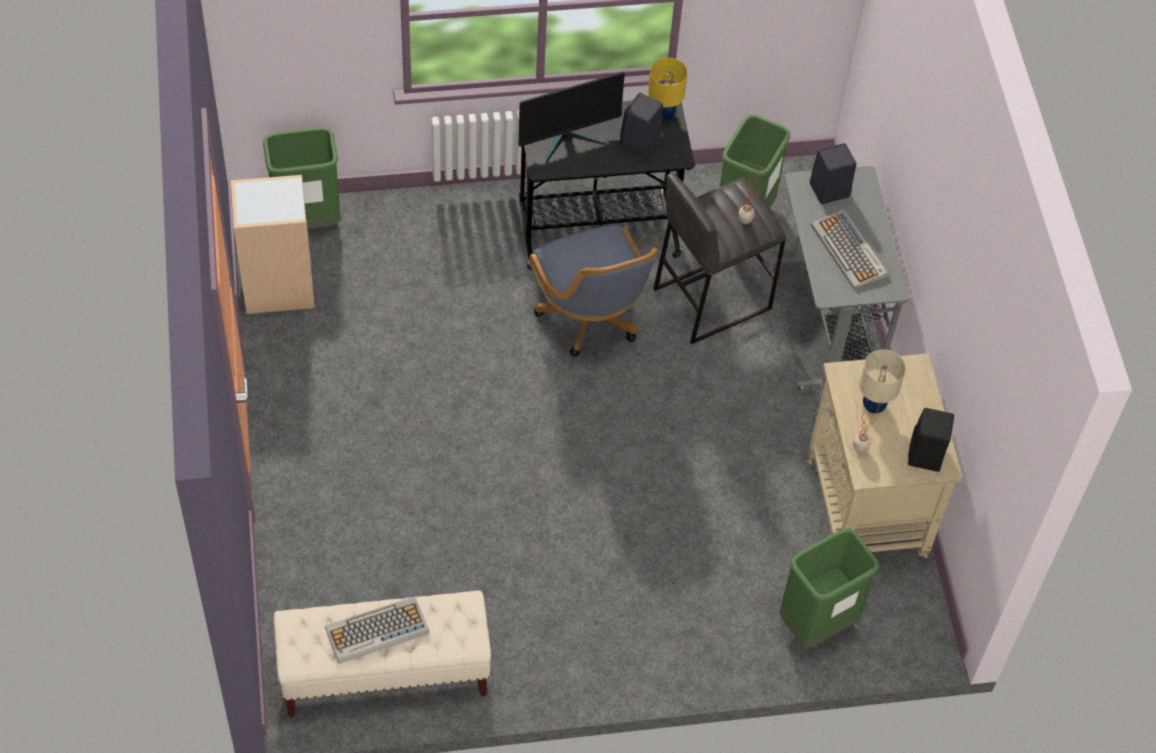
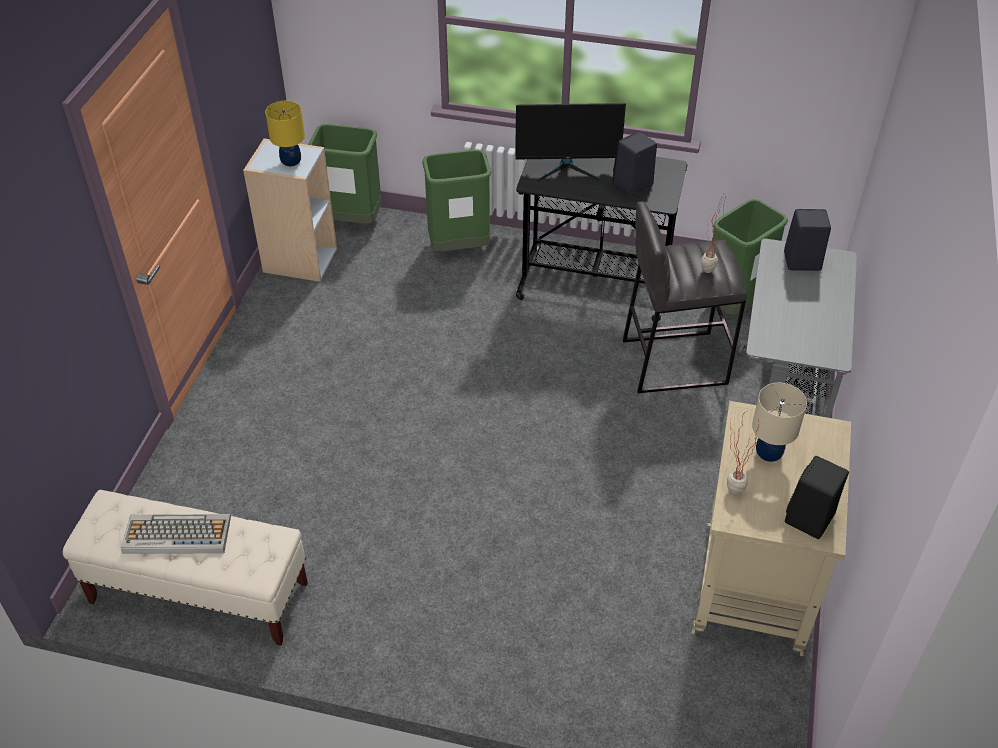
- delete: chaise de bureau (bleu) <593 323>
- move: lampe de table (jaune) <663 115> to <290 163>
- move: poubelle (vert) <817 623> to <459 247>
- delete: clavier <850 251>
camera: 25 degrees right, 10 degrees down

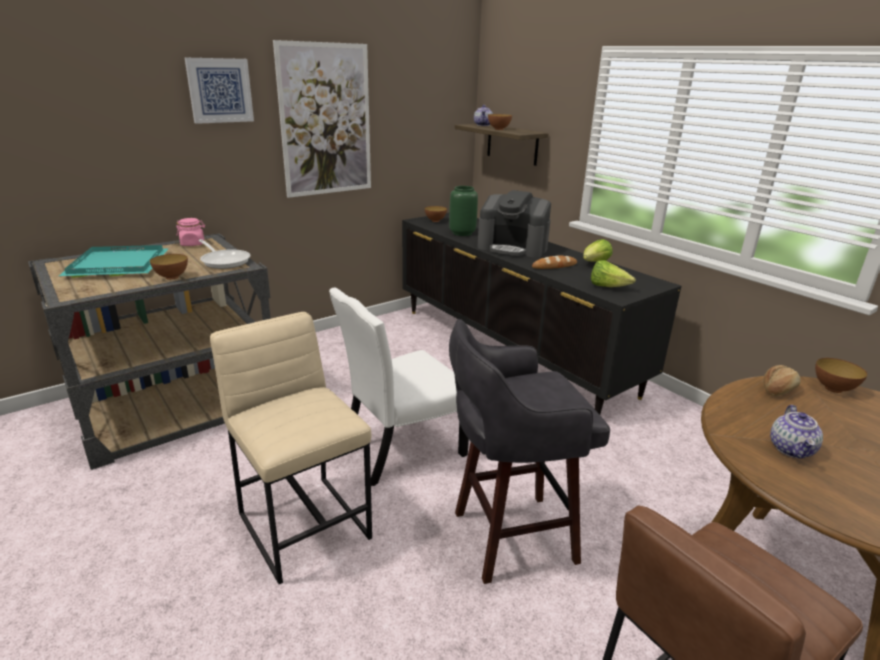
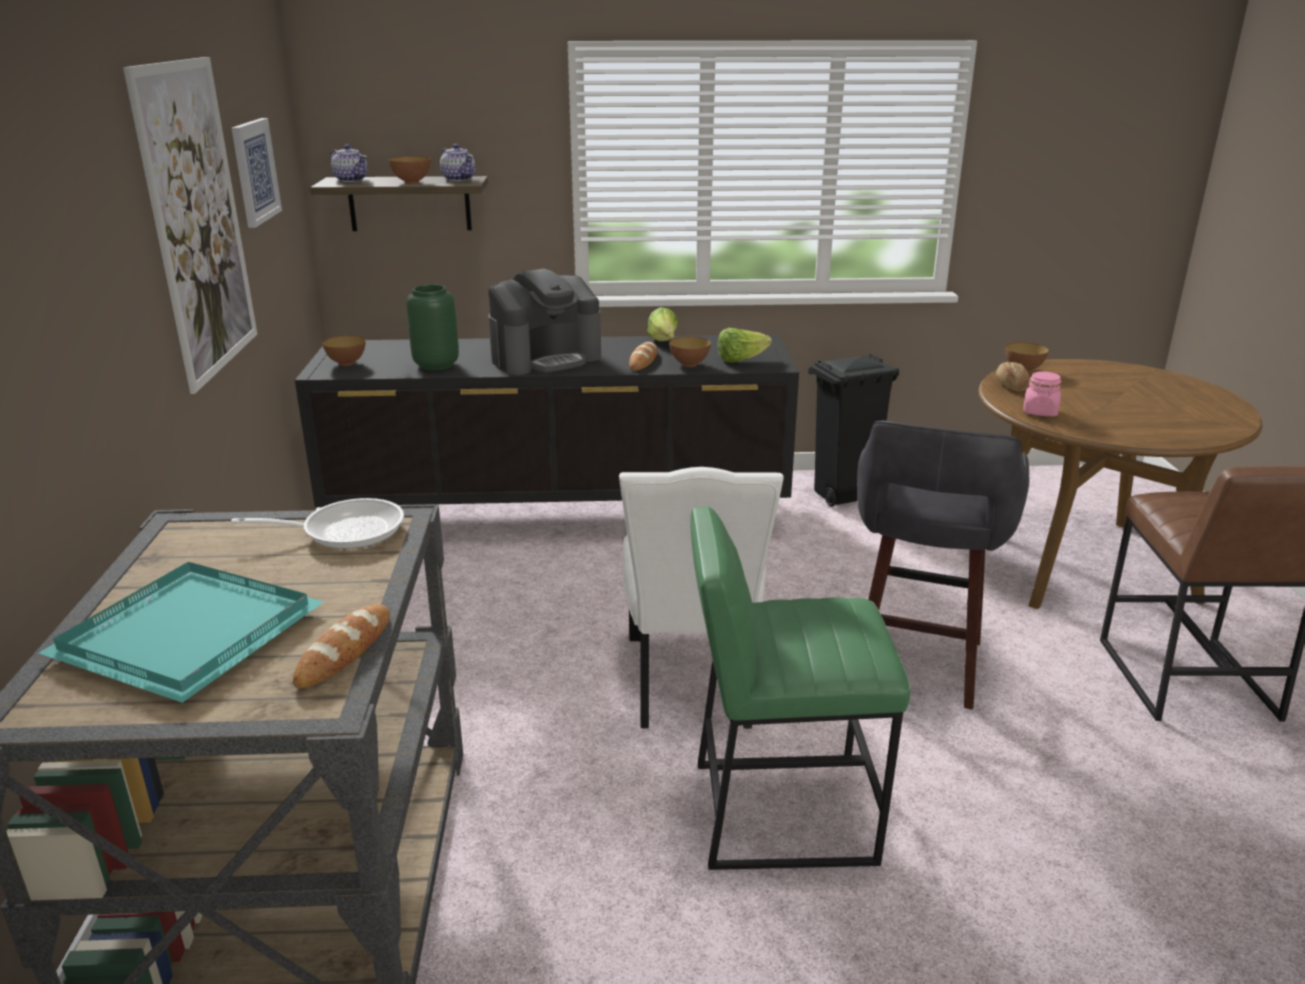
- move: bol <172 277> to <689 364>
- move: bocal (rose) <193 244> to <1039 412>
- move: tableau <220 90> to <254 171>
- recolor: chaise (beige) <303 524> to chaise (vert) <779 812>
- move: théière <792 449> to <459 179>
- insert: pain <344 651>
- insert: poubelle (noir) <842 496>
camera: 55 degrees left, 0 degrees up

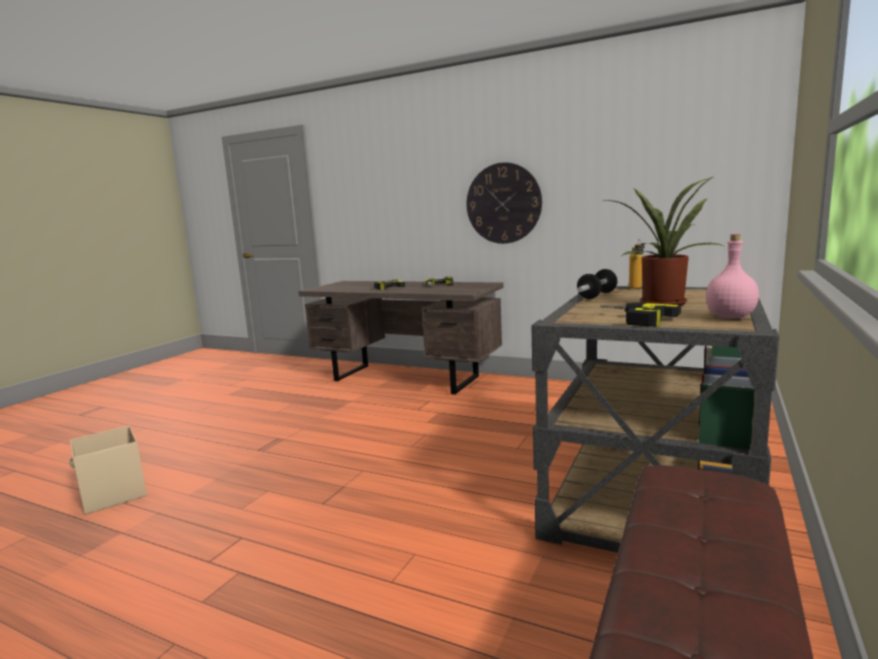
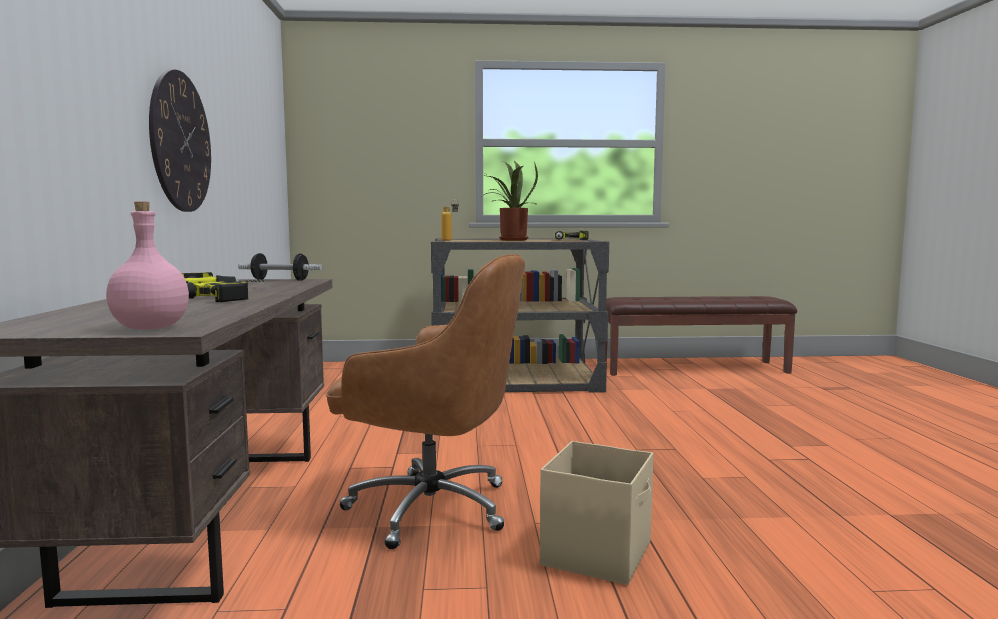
- move: boîte de rangement (beige) <113 495> to <598 553>
- move: haltère <597 295> to <280 280>
- move: bouteille (rose) <730 317> to <150 328>
- insert: chaise de bureau (marron) <430 509>
camera: 120 degrees left, 5 degrees down

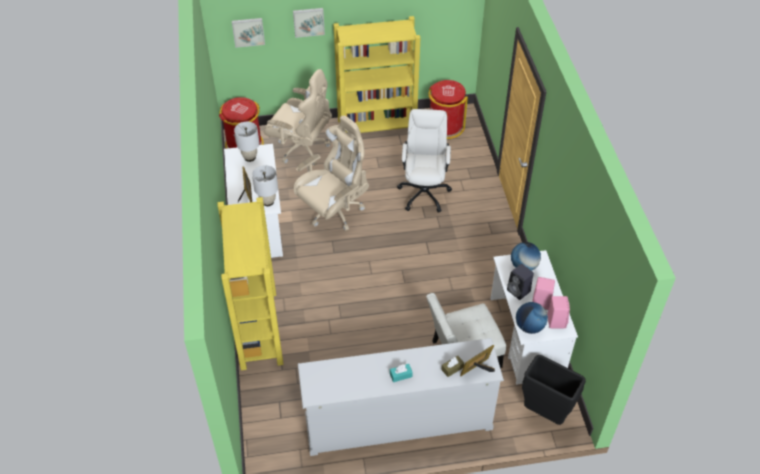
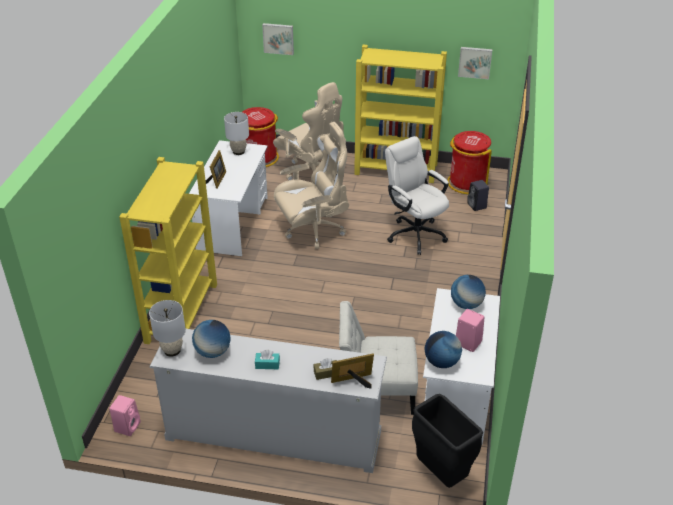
- move: lampe de table (blanc) <267 202> to <172 350>
- move: tableau <308 21> to <475 62>
- rotate: chaise de bureau (blanc) <424 192> = <414 234> 60 degrees counterclockwise
- move: enceinte (noir) <519 291> to <477 206>
- move: enceinte (rose) <556 320> to <127 426>
- insert: globe <213 352>
camera: 20 degrees right, 10 degrees down

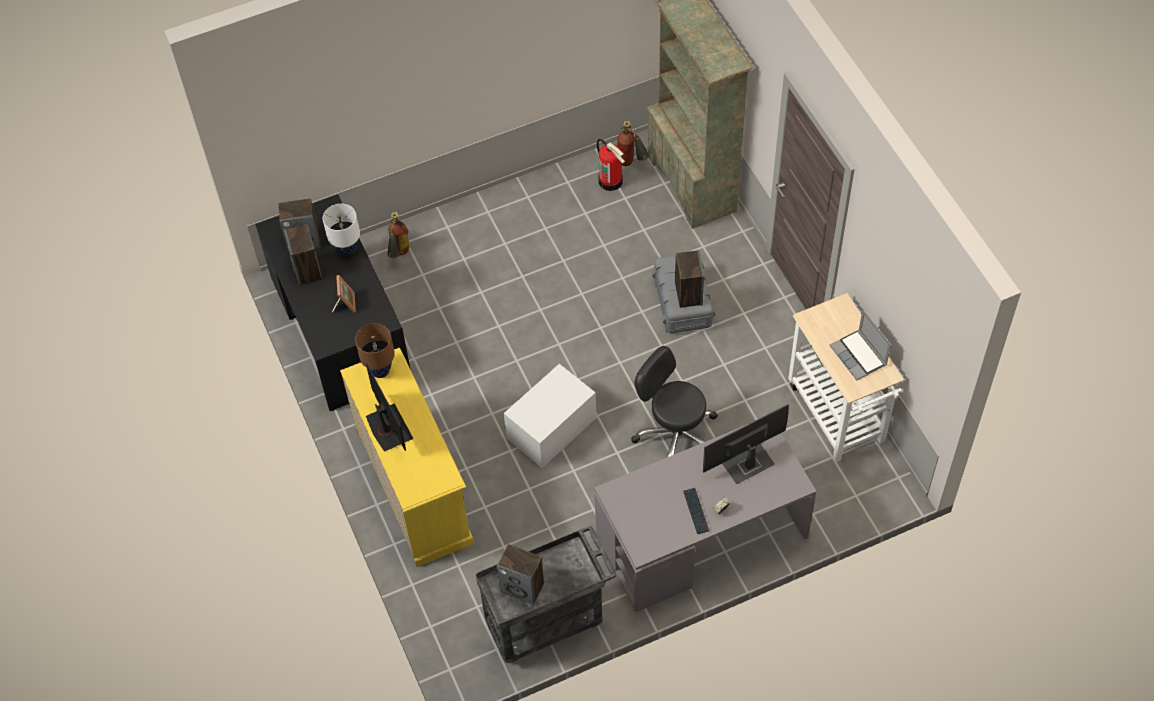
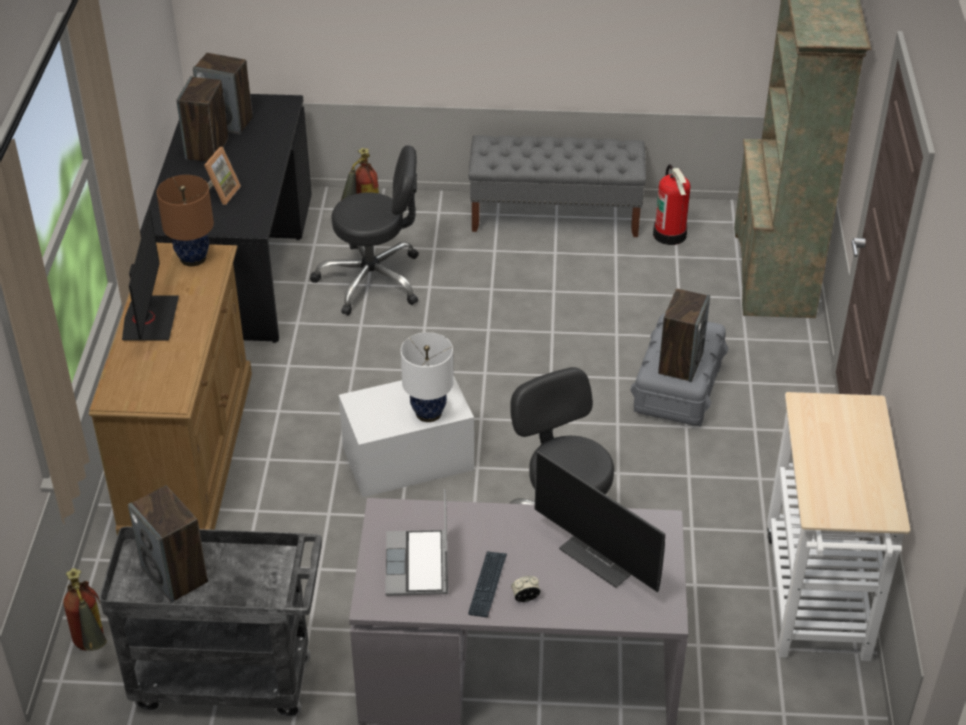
- move: lampe de table (blanc) <347 250> to <429 413>
- recolor: meuble de rangement (jaune) <414 485> to meuble de rangement (marron) <190 452>
- move: extincteur <631 163> to <93 649>
- rotate: écran d'ordinateur <747 464> = <604 557> 135 degrees counterclockwise
- move: ordinateur portable <859 356> to <418 566>
- insert: chaise de bureau (noir) <376 280>
- insert: banc (gris) <556 216>
camera: 25 degrees right, 15 degrees down

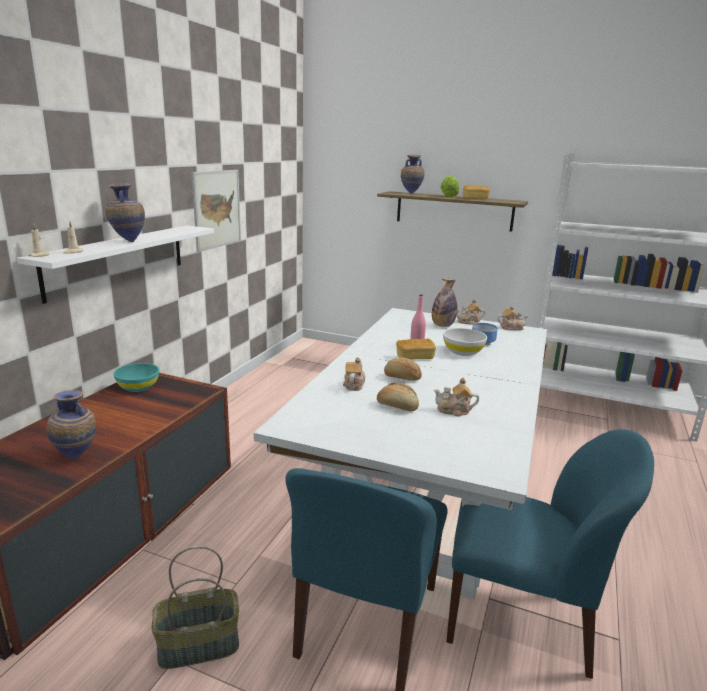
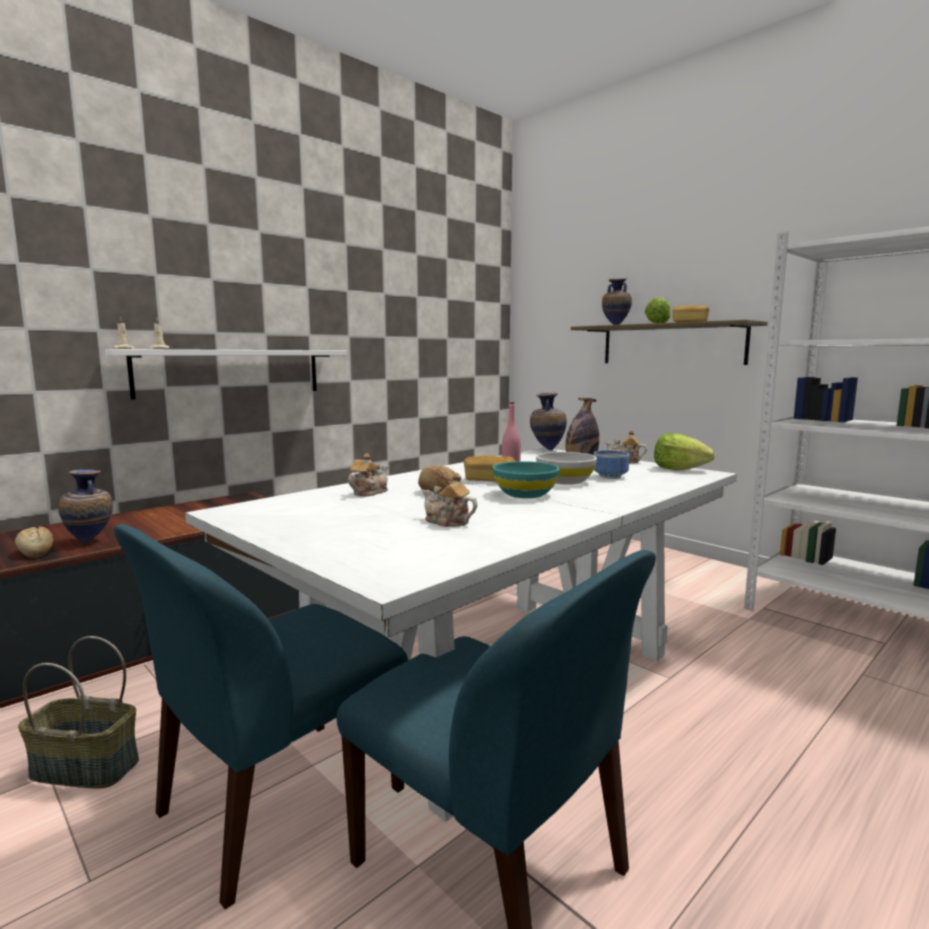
- move: vase <128 241> to <547 450>
- move: bol (turquoise) <138 387> to <525 494>
- delete: tableau <217 209>
- move: pain <397 406> to <35 552>
- replace: théière <511 328> to laitue <679 469>
camera: 25 degrees right, 10 degrees down

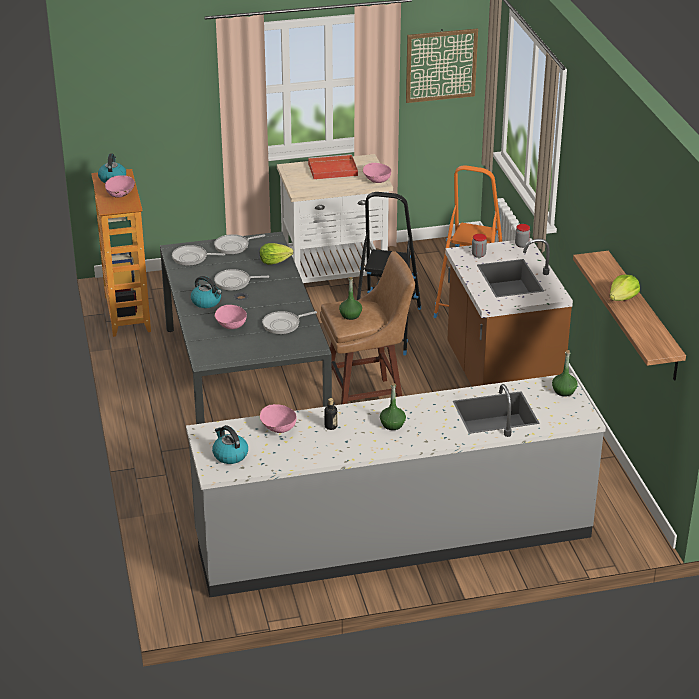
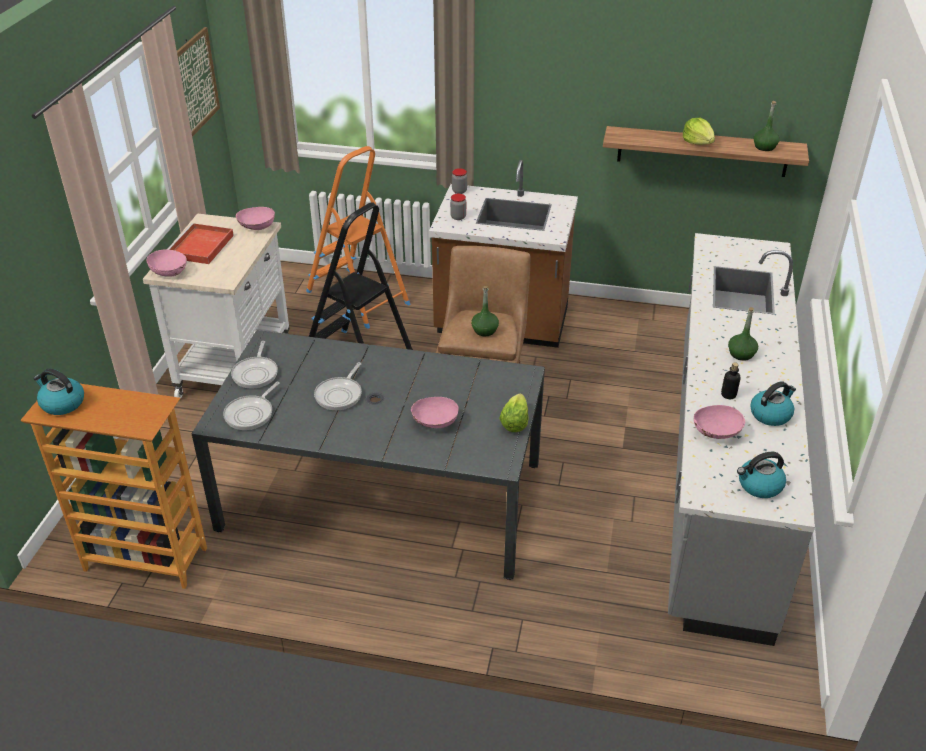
- move: bol (rose) <120 195> to <169 272>
- move: bouilloire <207 302> to <770 414>
- move: laitue <274 261> to <514 423>
- delete: poêle <283 325>
- move: bouteille (vert) <564 391> to <764 147>
camera: 65 degrees left, 5 degrees up

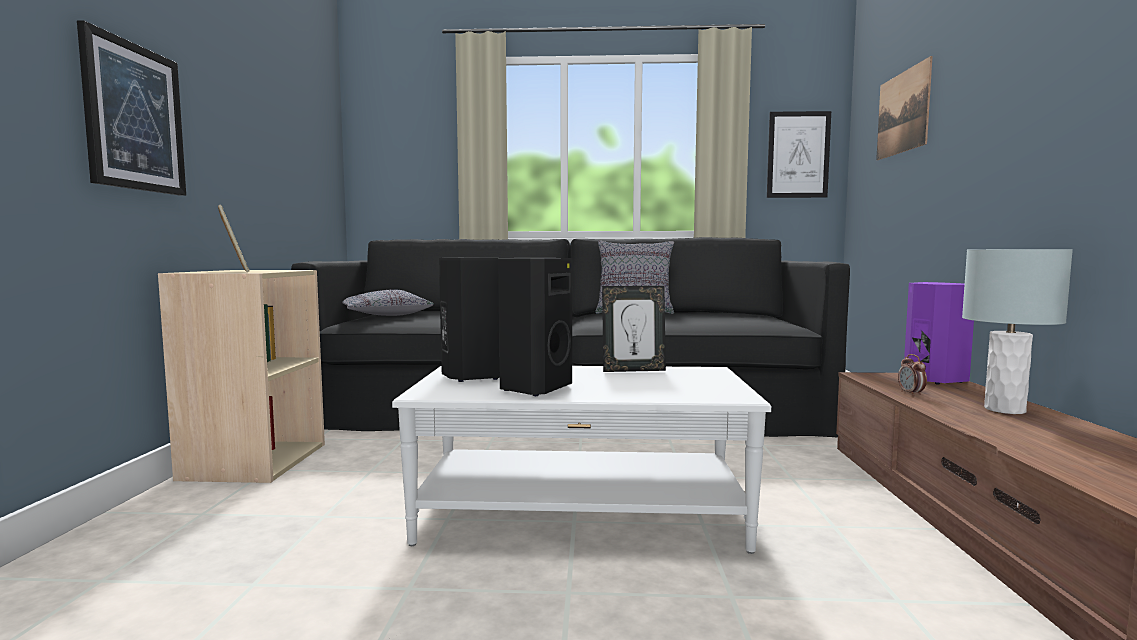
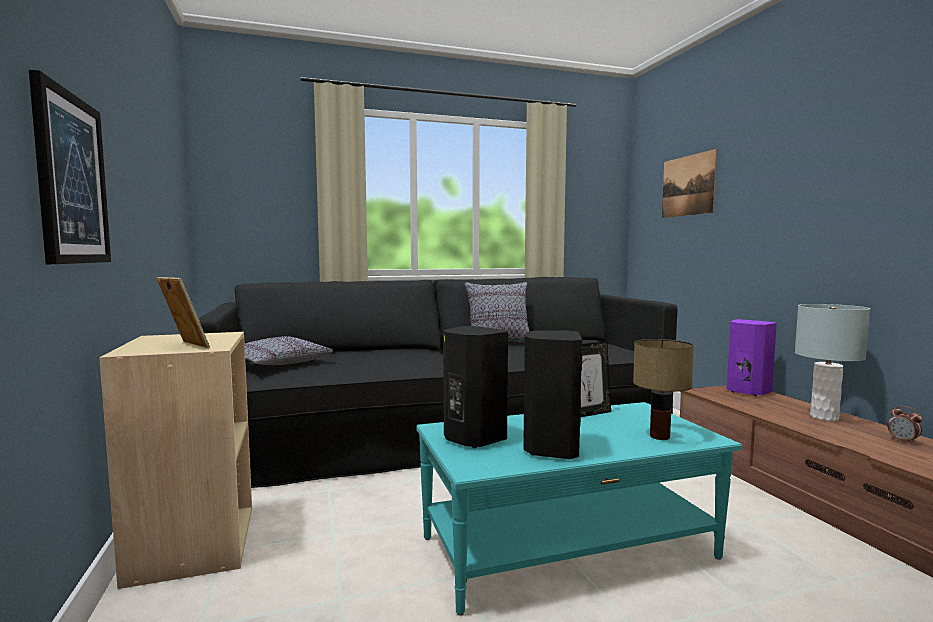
- recolor: table basse (blanc) <583 515> to table basse (turquoise) <569 547>
- delete: tableau <798 155>
- move: réveil <911 394> to <903 441>
- insert: lampe de table <661 437>
camera: 20 degrees left, 0 degrees up

